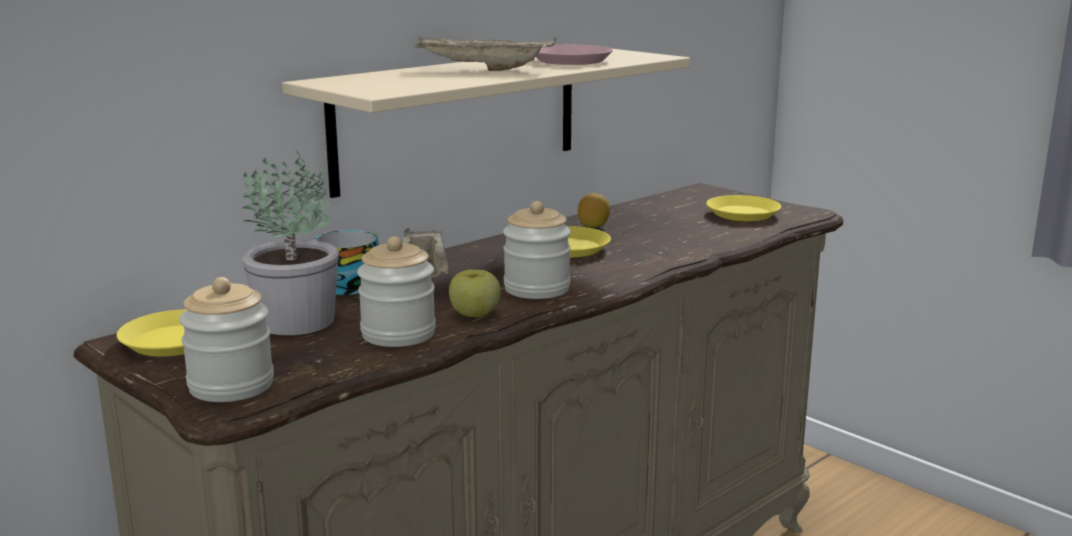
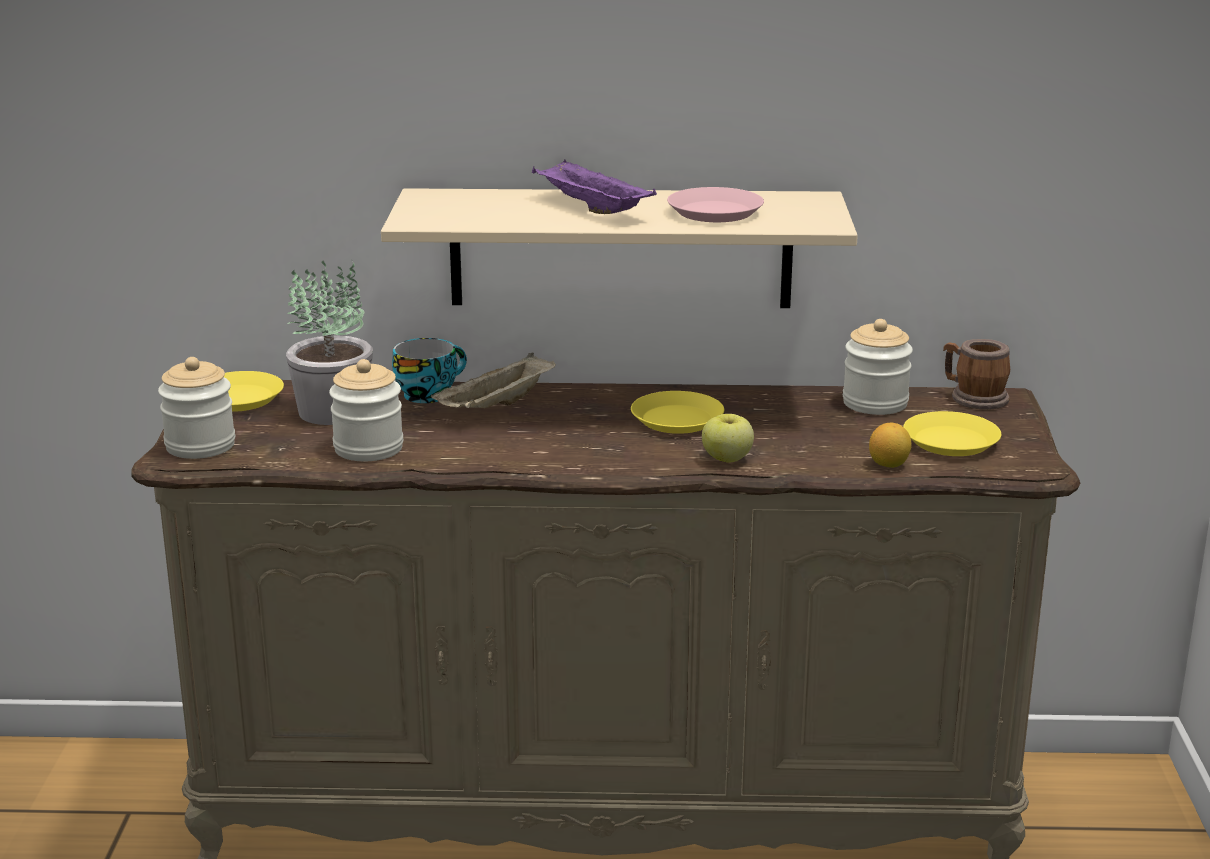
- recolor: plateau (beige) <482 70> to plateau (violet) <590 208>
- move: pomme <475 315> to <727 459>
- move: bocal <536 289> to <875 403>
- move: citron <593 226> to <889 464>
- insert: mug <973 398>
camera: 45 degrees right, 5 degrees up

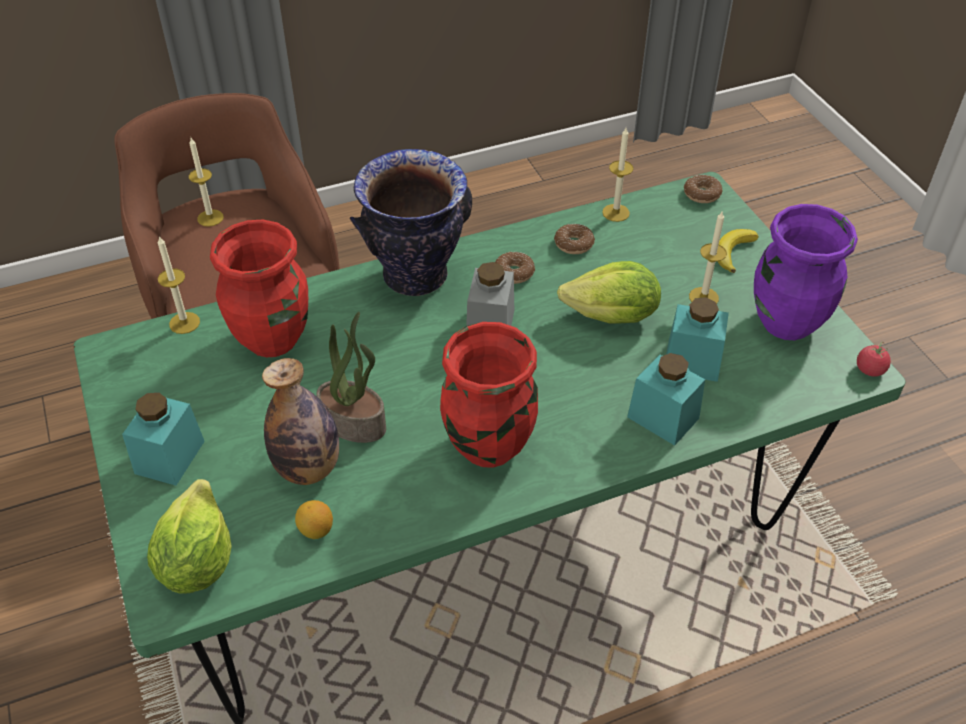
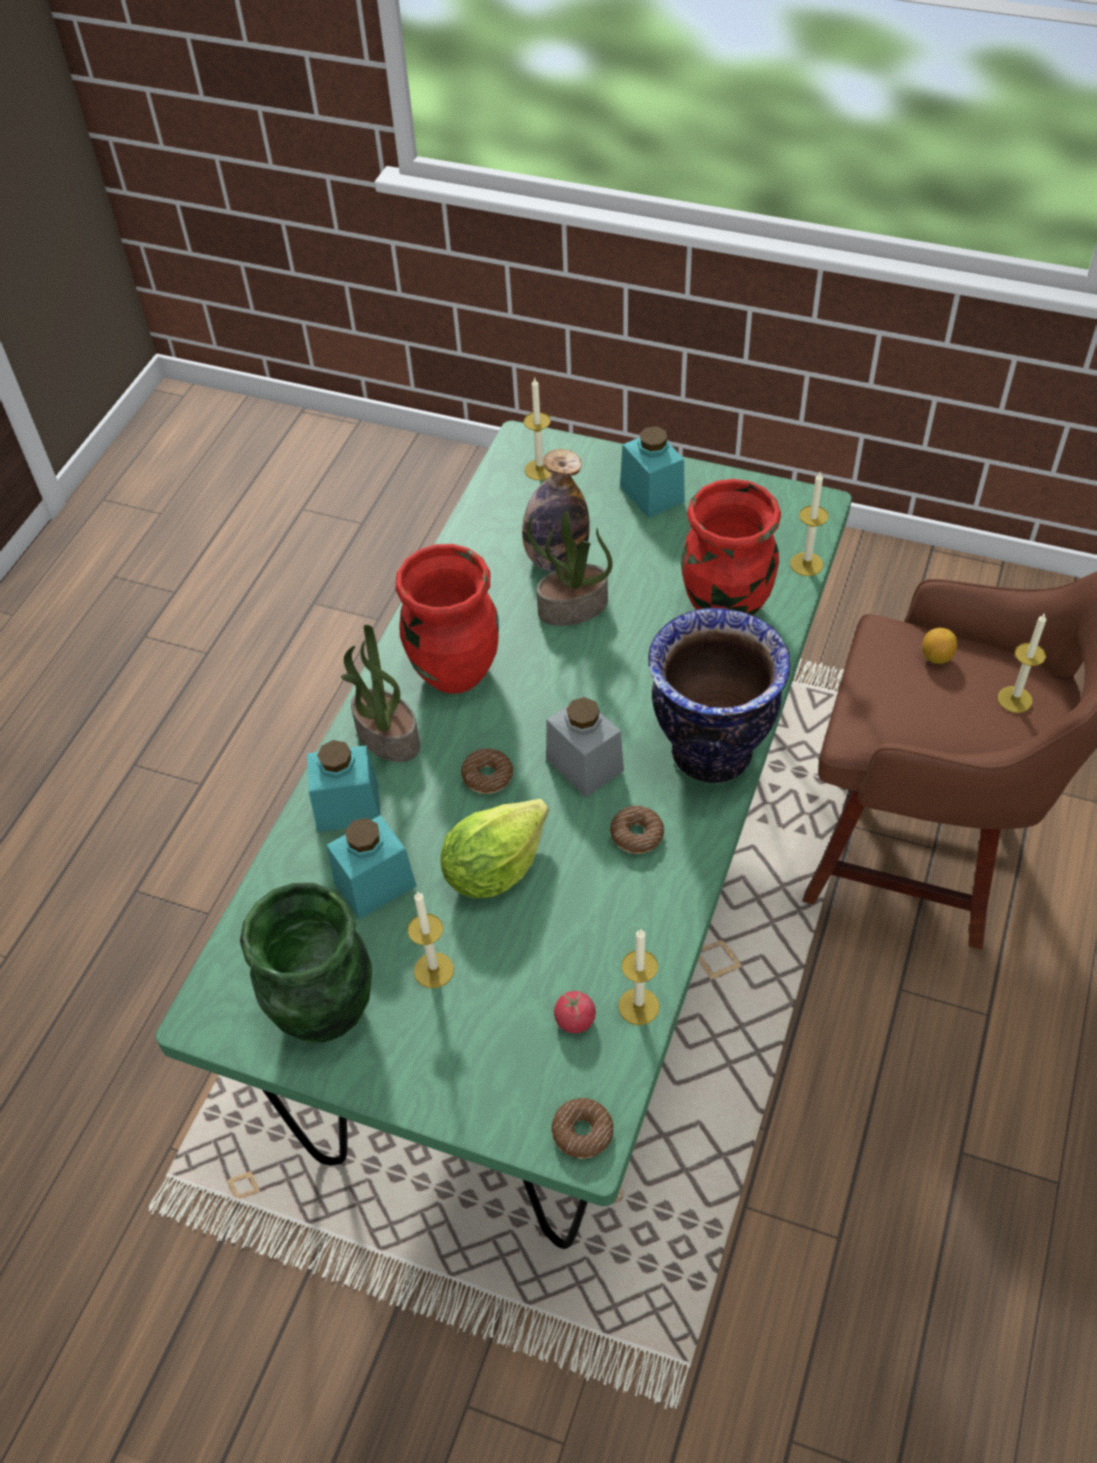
- replace: laitue <197 560> to bougie <539 469>
- move: citron <316 530> to <936 657>
- move: beignet <574 244> to <487 776>
- delete: banane <733 252>
- recolor: vase (violet) <787 322> to vase (vert) <325 1013>
- move: tomate <870 370> to <575 1020>
- insert: plante en pot <386 737>
camera: 135 degrees right, 5 degrees up

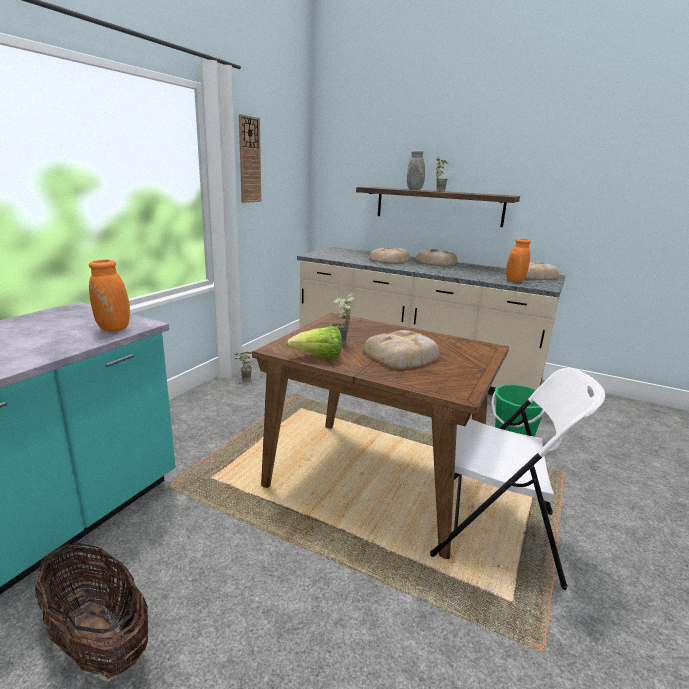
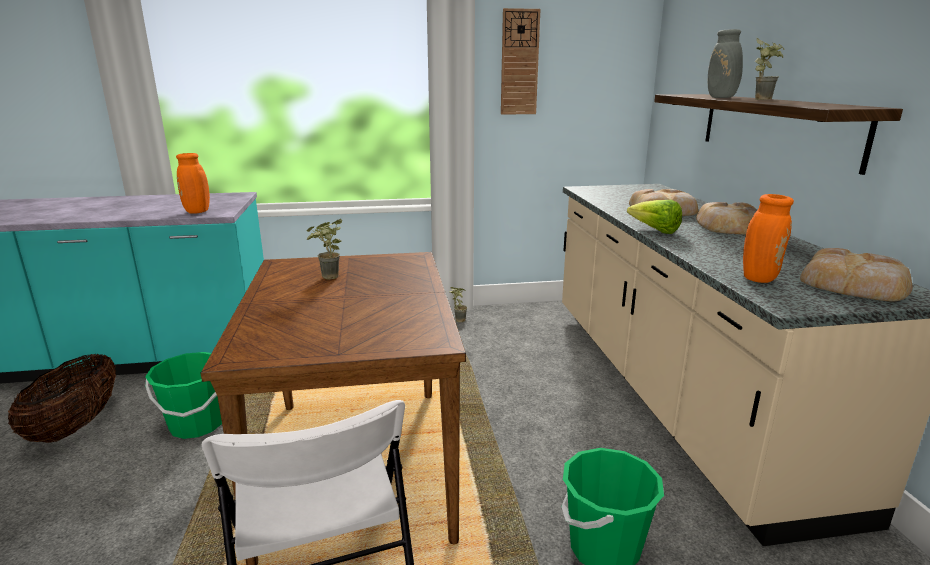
- move: laitue <318 357> to <655 231>
- delete: pain <402 356>
- insert: seau (vert) <197 425>
camera: 55 degrees right, 0 degrees up

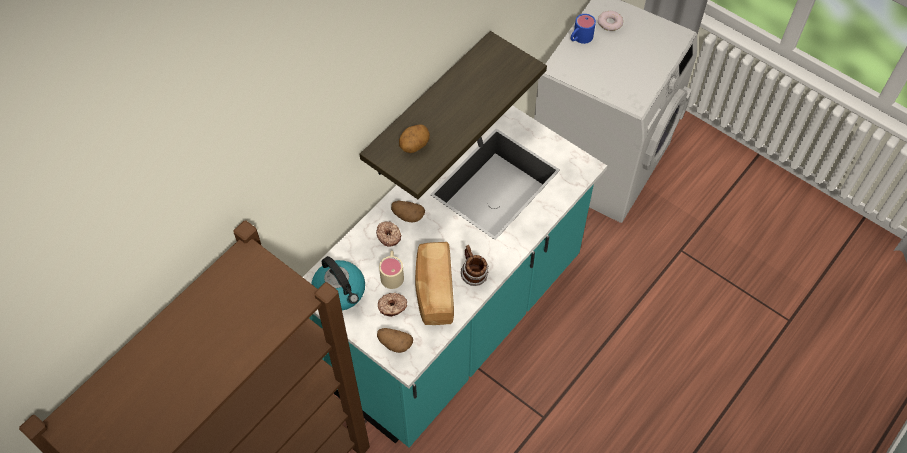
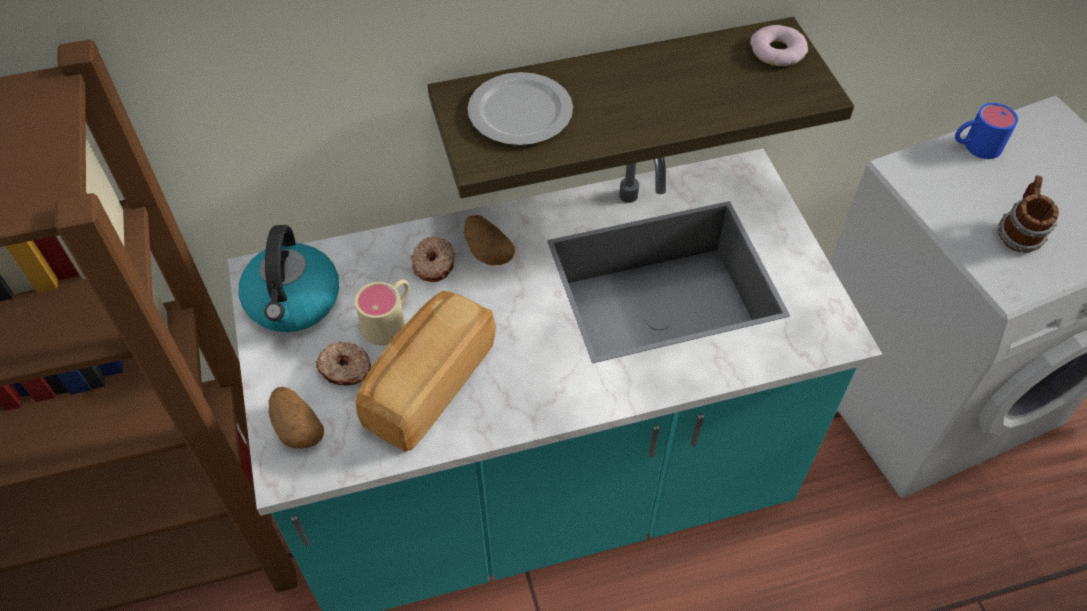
- replace: pomme de terre <414 145> to assiette <521 113>
- move: mug <473 274> to <1017 235>
- move: beignet <610 23> to <777 51>
camera: 35 degrees right, 5 degrees down

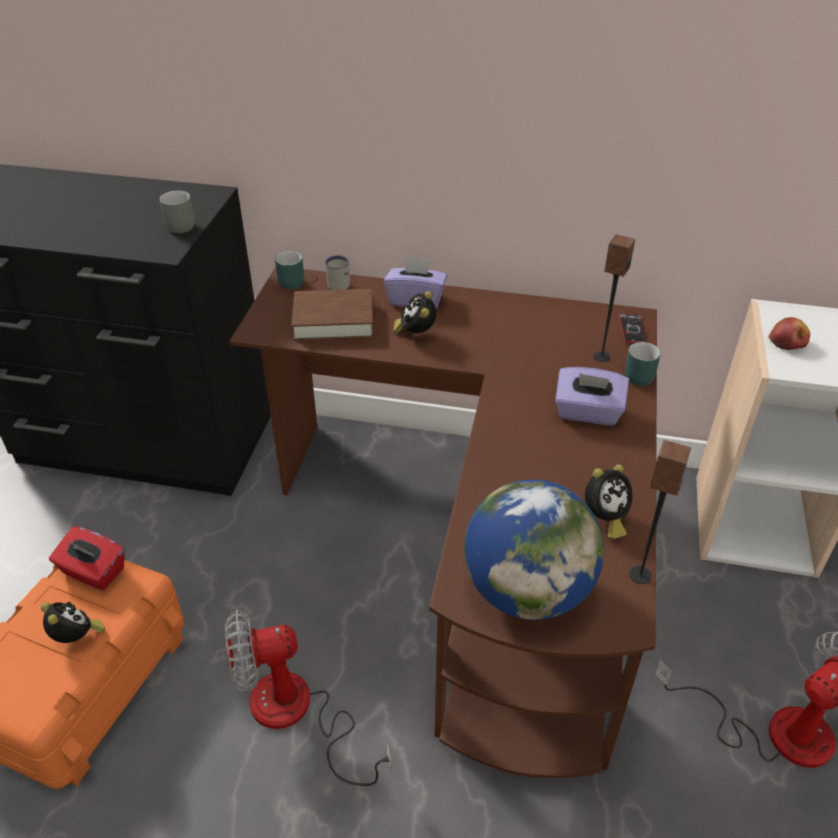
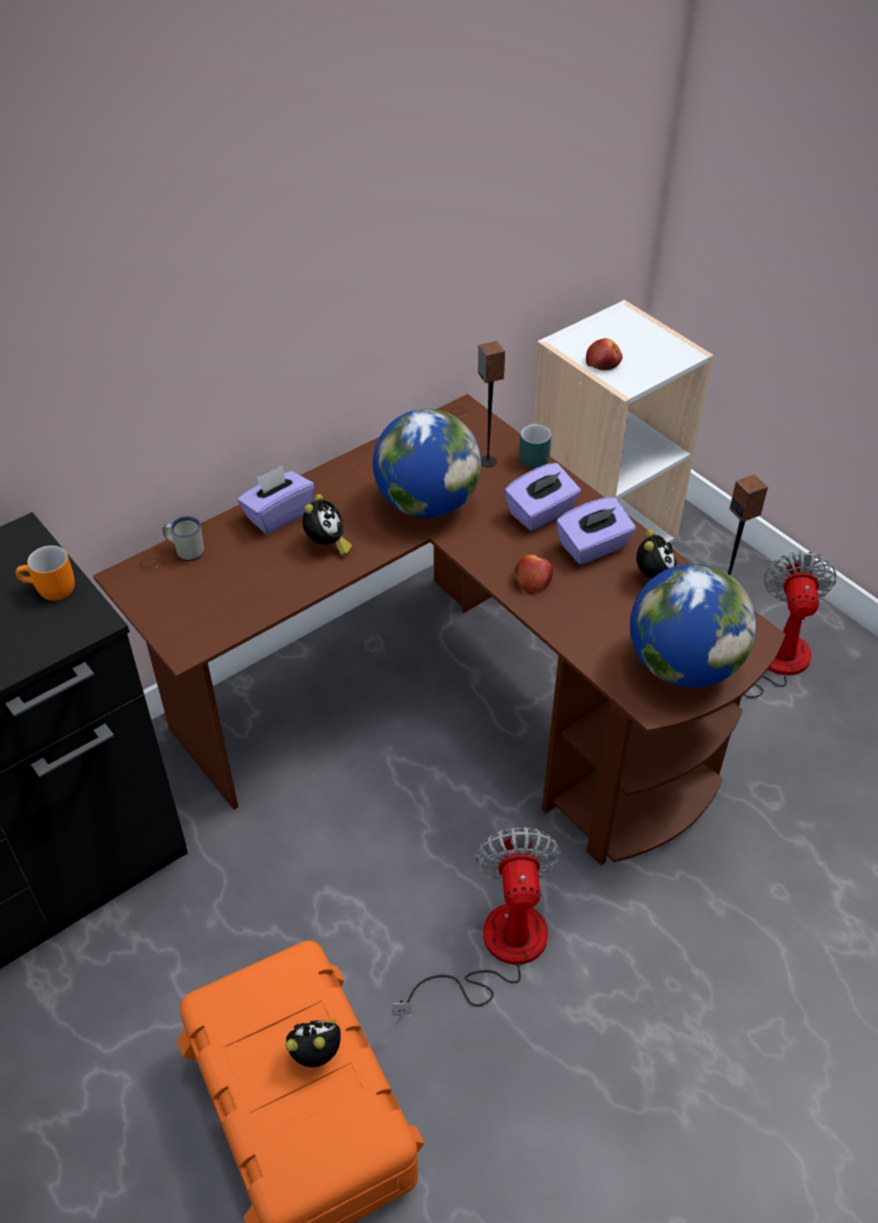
- delete: boîte à mouchoirs (rouge) <93 572>
- recolor: mug (gris) <176 226> to mug (orange) <50 591>
- rotate: ventilateur <297 715> = <496 950> 150 degrees clockwise
- delete: mug (turquoise) <287 282>
- delete: livre (marron) <333 321>
- rotate: réveil <416 333> = <327 545> 120 degrees counterclockwise
- delete: téléphone <632 329>
- insert: globe <427 504>
- insert: pomme <532 579>
- insert: boîte à mouchoirs (violet) <593 547>
camera: 50 degrees left, 5 degrees up

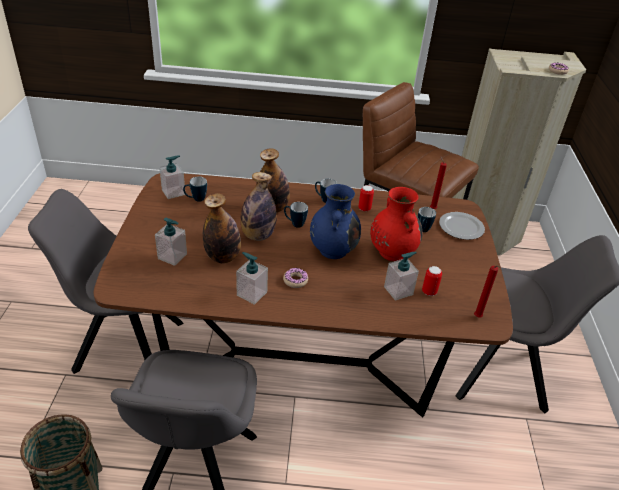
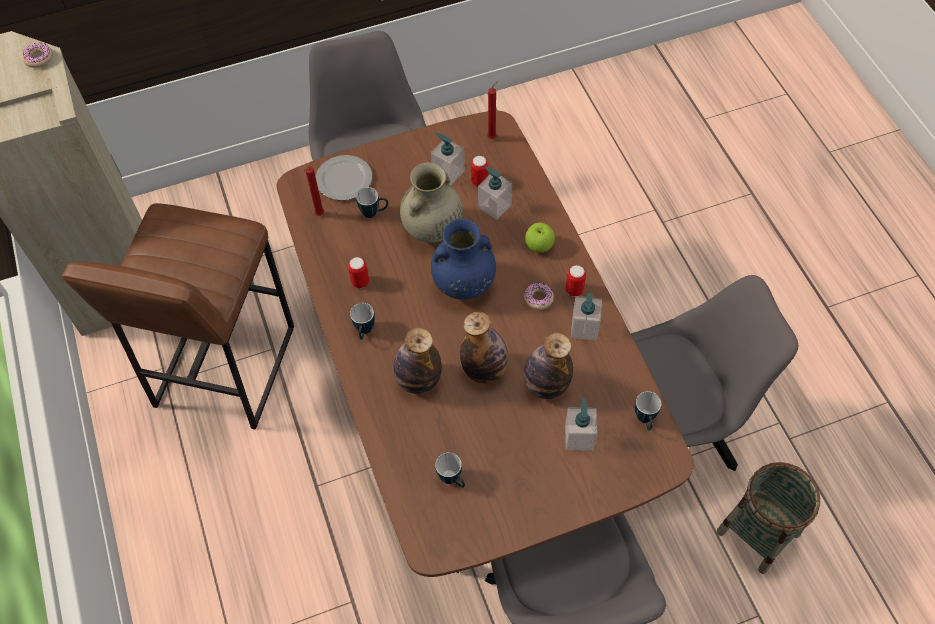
- move: distributeur de savon <173 192> to <448 172>
- move: mug <294 224> to <645 421>
- recolor: vase (rouge) <392 252> to vase (beige) <432 230>
- insert: pomme <539 246>
- insert: boîte métallique <574 290>
camera: 110 degrees left, 20 degrees up

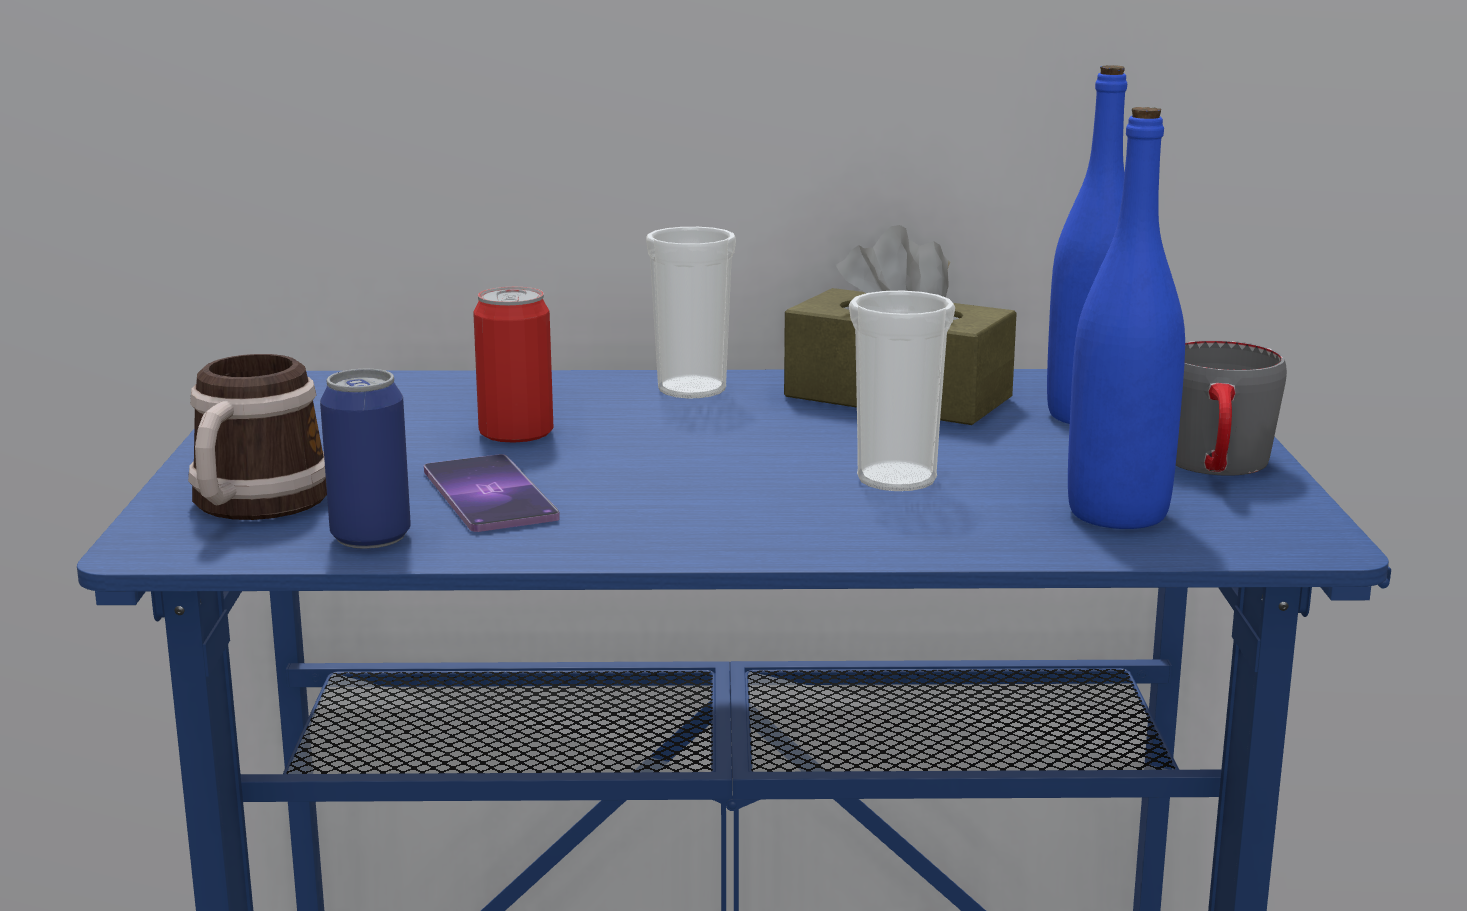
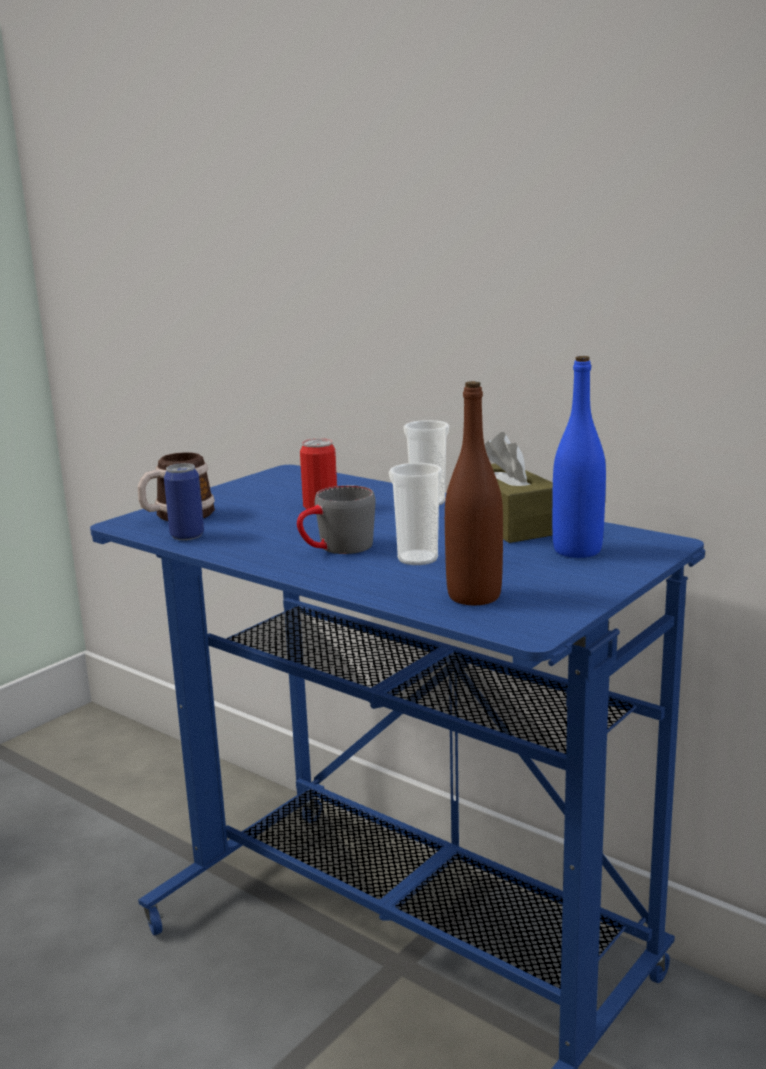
- delete: téléphone <489 494>
- recolor: bouteille (bleu) <1117 513> to bouteille (marron) <474 596>
- move: mug (gris) <1218 468> to <336 549>
camera: 40 degrees right, 0 degrees up

